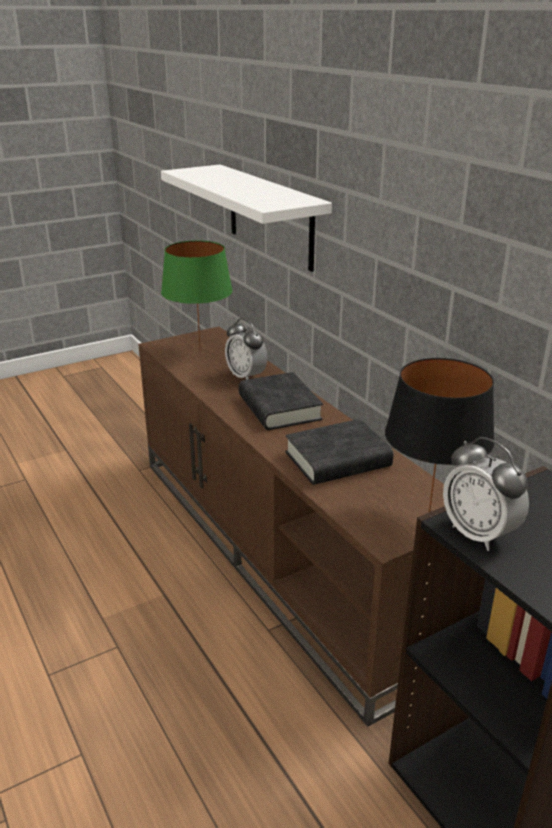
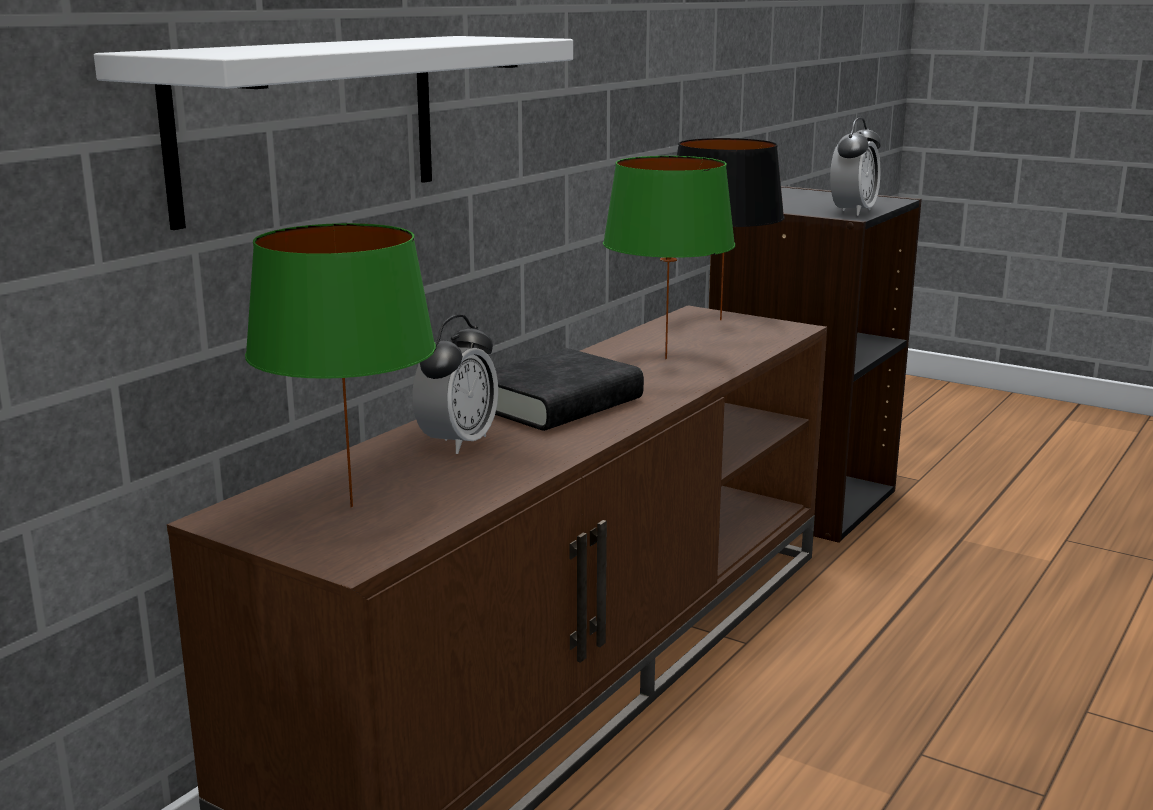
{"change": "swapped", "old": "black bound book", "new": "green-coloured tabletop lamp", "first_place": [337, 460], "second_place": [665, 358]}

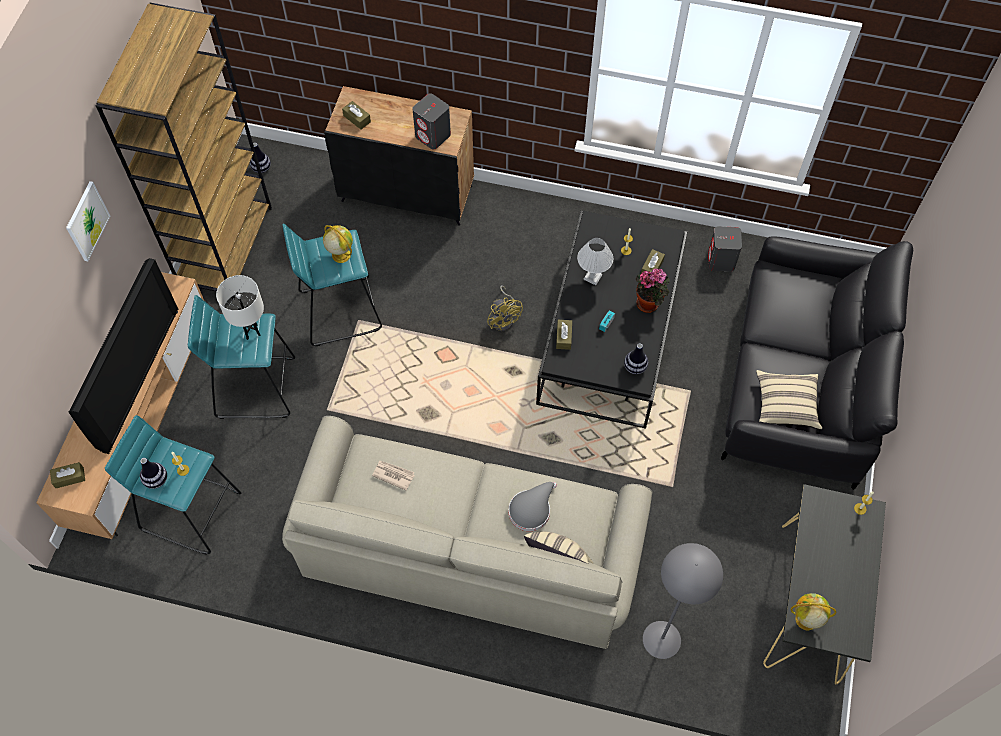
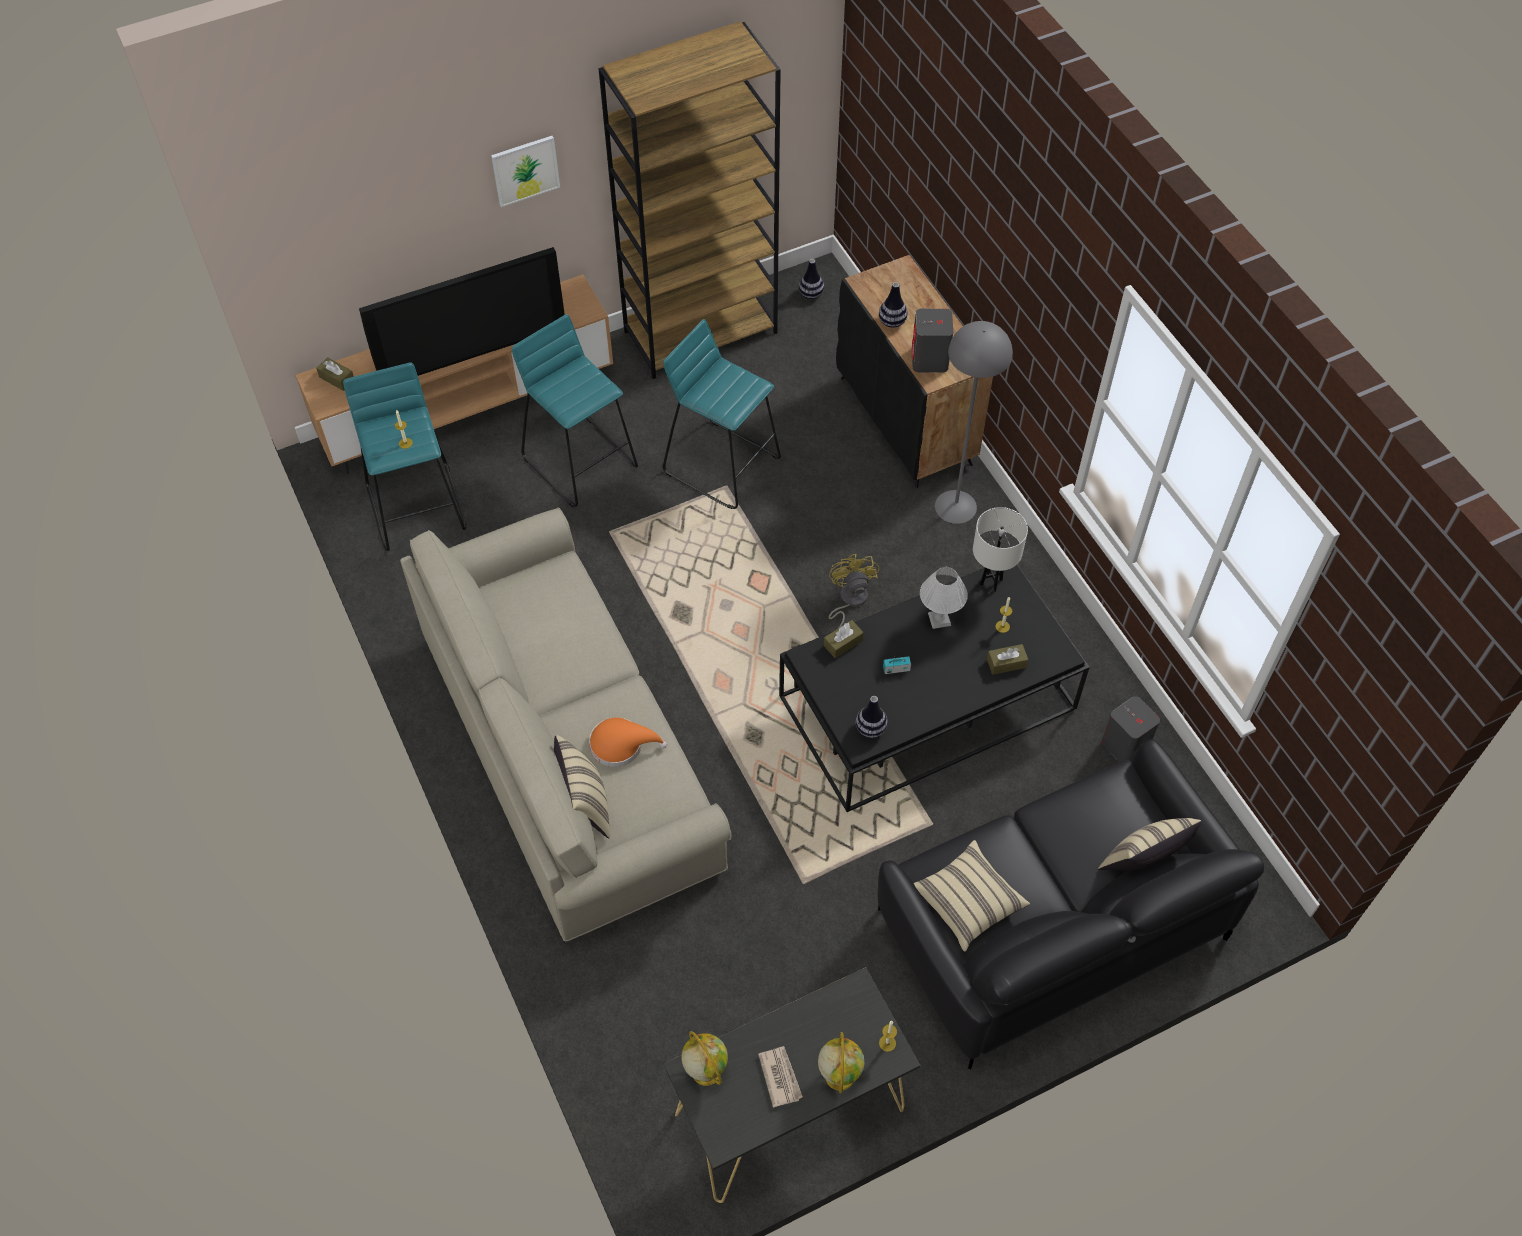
{"change": "repainted", "old": "gray wearable hat", "new": "orange wearable hat", "first_place": [531, 509], "second_place": [621, 744]}
{"change": "shifted", "old": "daily paper", "first_place": [393, 475], "second_place": [780, 1076]}
{"change": "shifted", "old": "globe", "first_place": [340, 254], "second_place": [839, 1075]}
{"change": "rotated", "old": "yellowish cooling fan", "first_place": [504, 318], "second_place": [849, 600], "degrees": 150}
{"change": "shifted", "old": "flower vase", "first_place": [156, 480], "second_place": [892, 322]}
{"change": "shifted", "old": "gray standing lamp", "first_place": [661, 640], "second_place": [955, 506]}
{"change": "shifted", "old": "white-coloured tabletop lamp", "first_place": [251, 332], "second_place": [991, 582]}
{"change": "new", "new": "beige pillow", "second_place": [1142, 863]}
{"change": "gone", "old": "brownish tissue box", "first_place": [357, 119]}
{"change": "gone", "old": "houseplant", "first_place": [649, 303]}

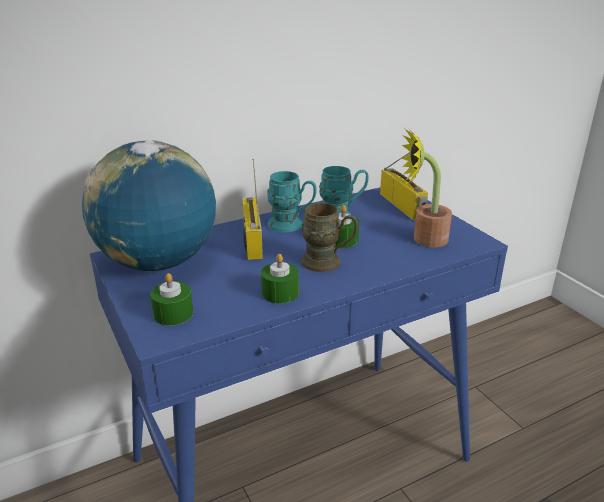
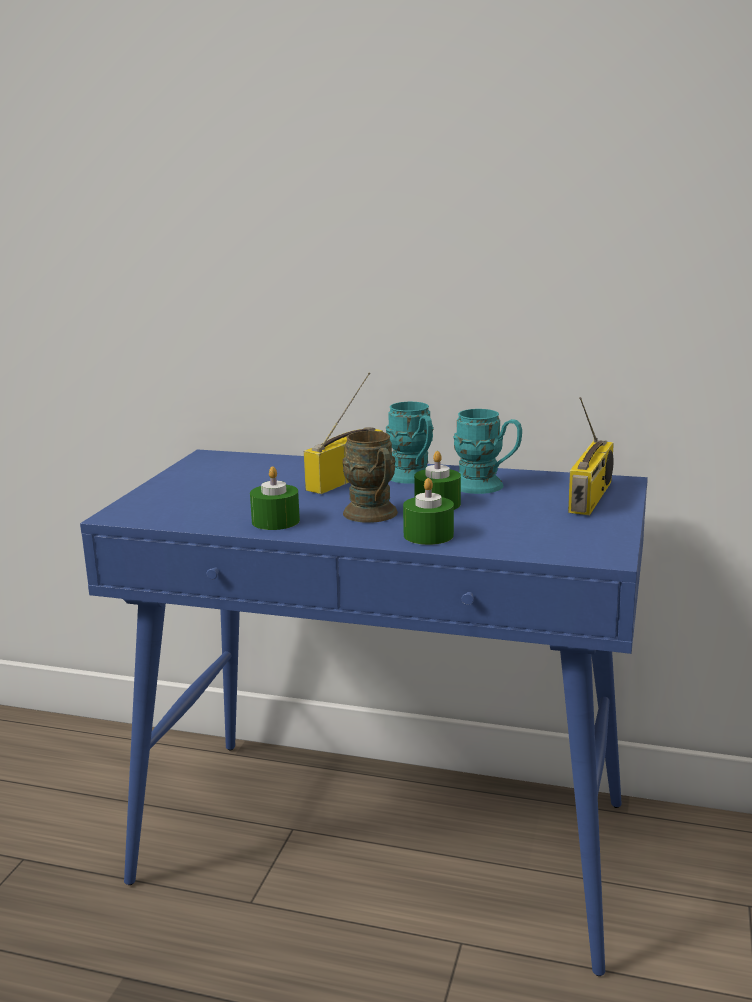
{"change": "shifted", "old": "green-coloured wax light", "first_place": [173, 313], "second_place": [428, 535]}
{"change": "gone", "old": "globe", "first_place": [158, 263]}
{"change": "gone", "old": "houseplant", "first_place": [423, 239]}

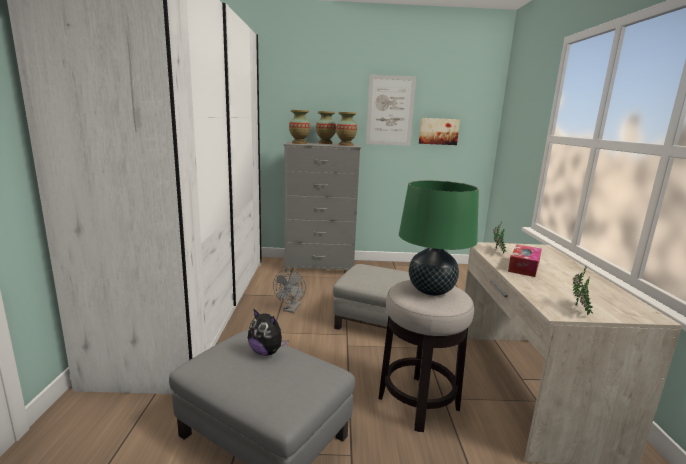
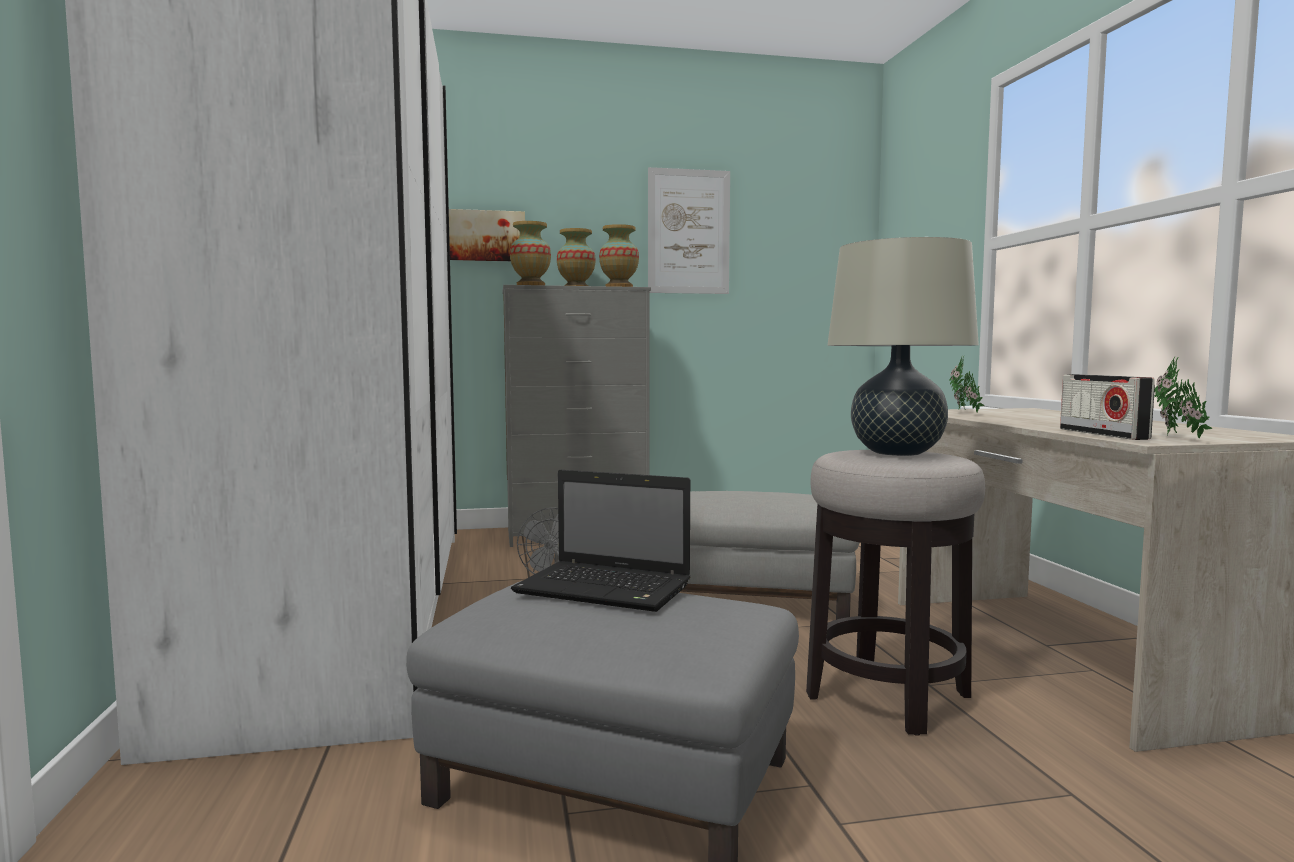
{"change": "shifted", "old": "picture", "first_place": [438, 131], "second_place": [487, 236]}
{"change": "swapped", "old": "plush toy", "new": "laptop", "first_place": [266, 352], "second_place": [607, 589]}
{"change": "repainted", "old": "green-coloured tabletop lamp", "new": "beige tabletop lamp", "first_place": [431, 290], "second_place": [897, 452]}
{"change": "new", "new": "radio receiver", "second_place": [1102, 434]}
{"change": "gone", "old": "tissue box", "first_place": [524, 267]}

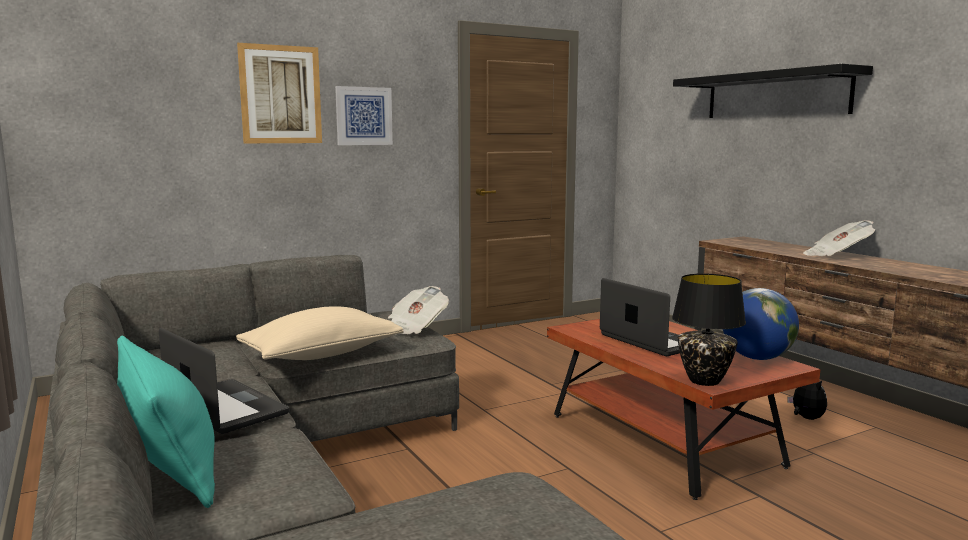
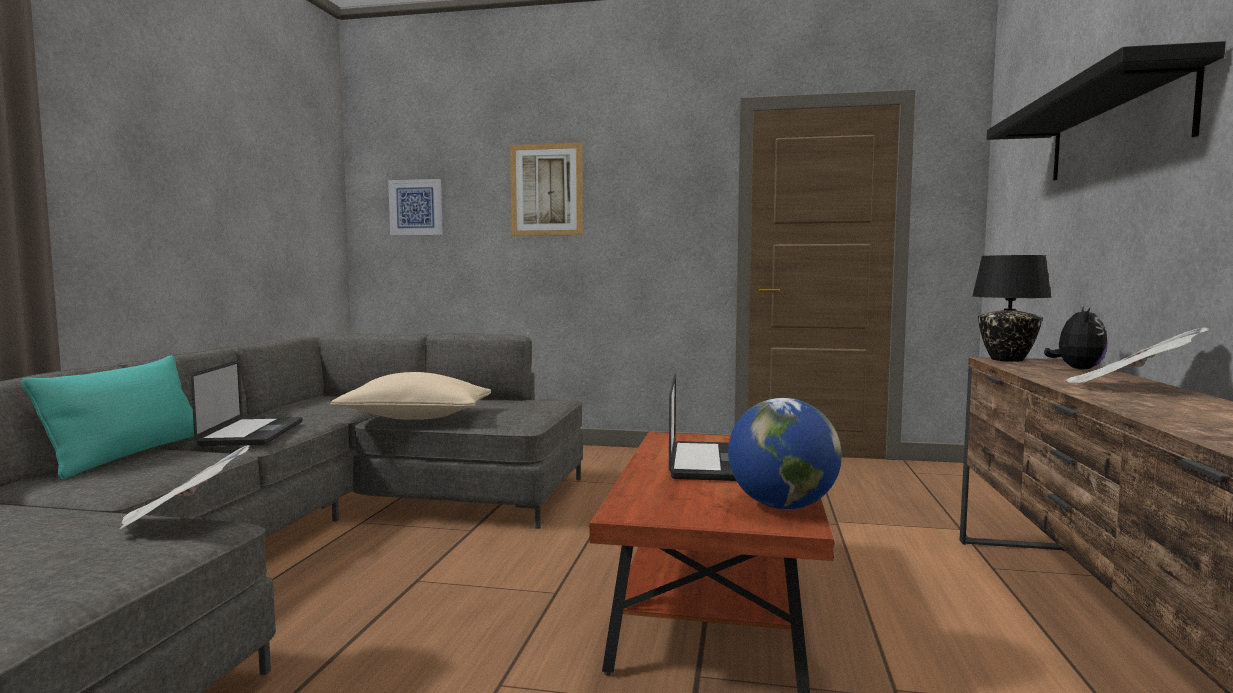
{"change": "shifted", "old": "daily paper", "first_place": [415, 328], "second_place": [183, 519]}
{"change": "shifted", "old": "picture", "first_place": [363, 116], "second_place": [416, 207]}
{"change": "shifted", "old": "black tabletop lamp", "first_place": [703, 381], "second_place": [1006, 359]}
{"change": "shifted", "old": "plush toy", "first_place": [806, 418], "second_place": [1076, 369]}

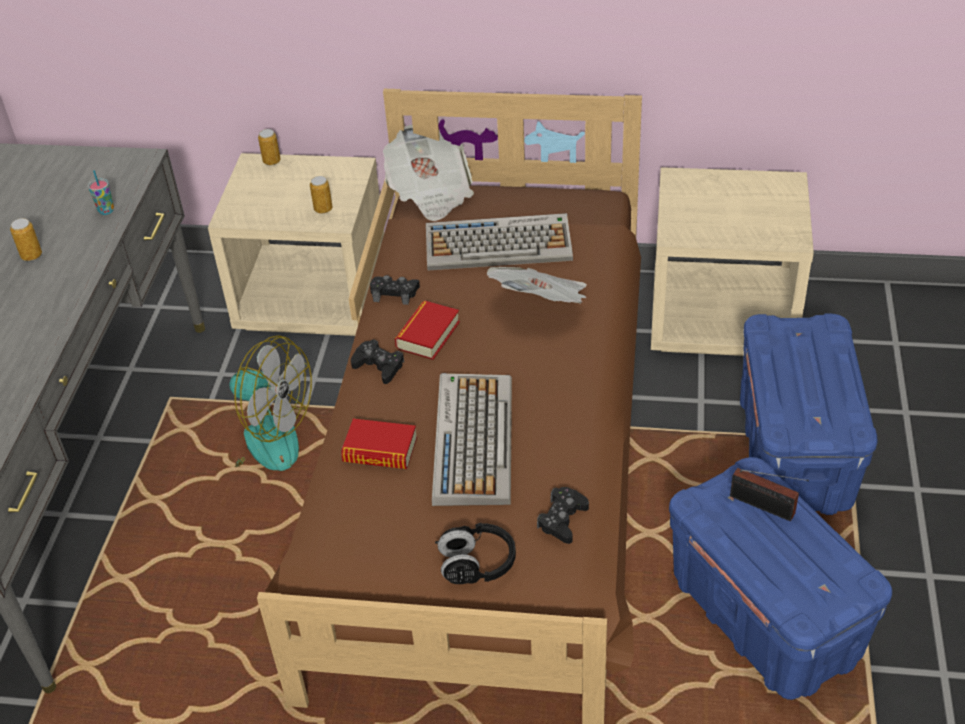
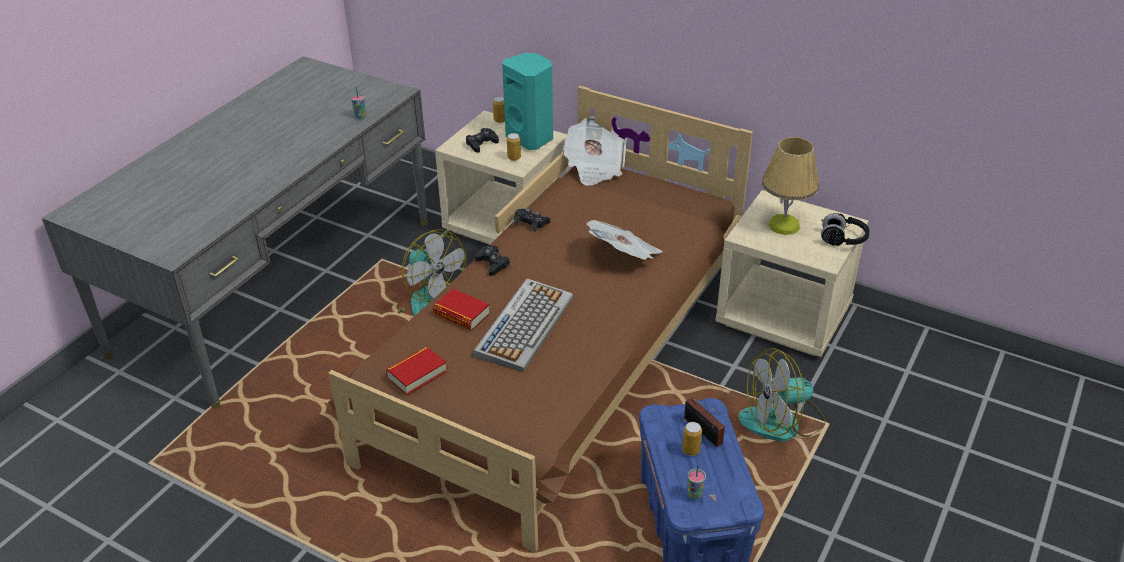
{"change": "shifted", "old": "bound book", "first_place": [428, 335], "second_place": [417, 374]}
{"change": "shifted", "old": "black game controller", "first_place": [562, 519], "second_place": [481, 143]}
{"change": "new", "new": "turquoise-coloured speaker", "second_place": [531, 138]}
{"change": "shifted", "old": "sealed can", "first_place": [31, 255], "second_place": [691, 450]}
{"change": "new", "new": "drinking cup", "second_place": [694, 495]}
{"change": "swapped", "old": "blue-coloured storage container", "new": "cooling fan", "first_place": [796, 454], "second_place": [782, 422]}
{"change": "new", "new": "tabletop lamp", "second_place": [784, 225]}
{"change": "shifted", "old": "black pair of headphones", "first_place": [477, 565], "second_place": [842, 239]}
{"change": "gone", "old": "PC keyboard", "first_place": [499, 244]}

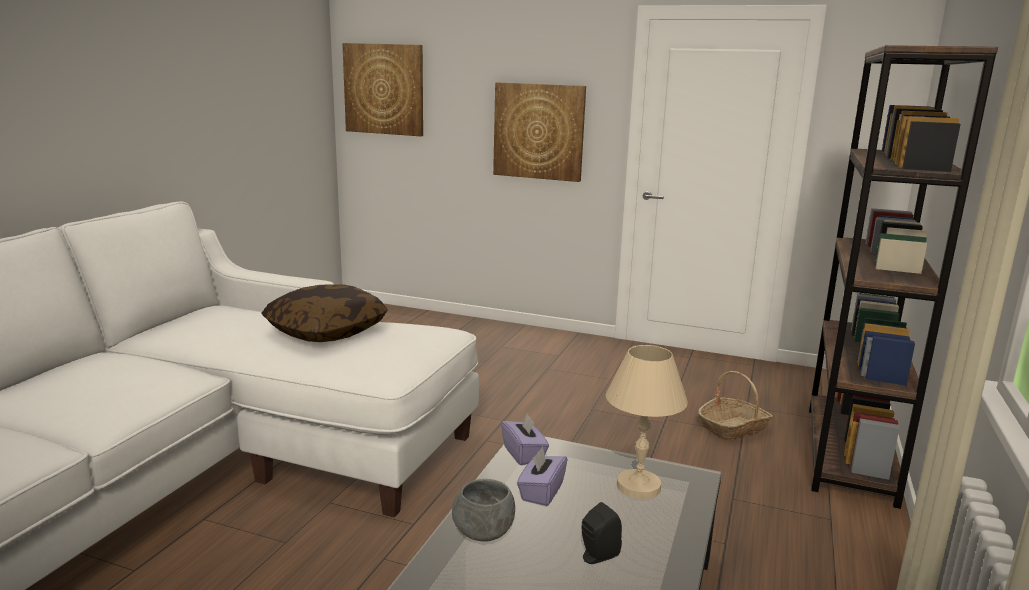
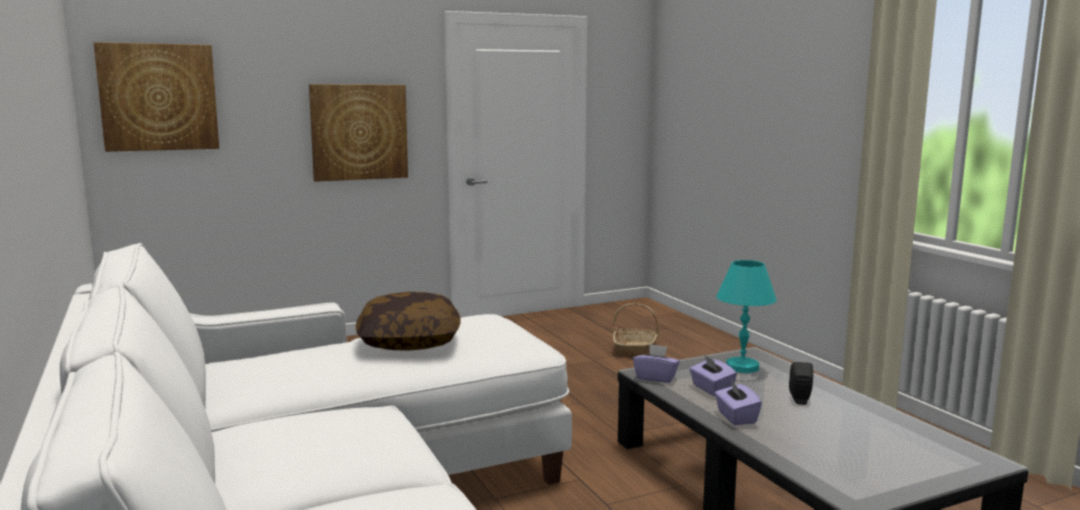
{"change": "swapped", "old": "gray bowl", "new": "purplish tissue box", "first_place": [483, 533], "second_place": [736, 417]}
{"change": "repainted", "old": "beige tabletop lamp", "new": "turquoise-coloured tabletop lamp", "first_place": [638, 487], "second_place": [742, 367]}
{"change": "gone", "old": "brownish bookcase", "first_place": [849, 453]}

